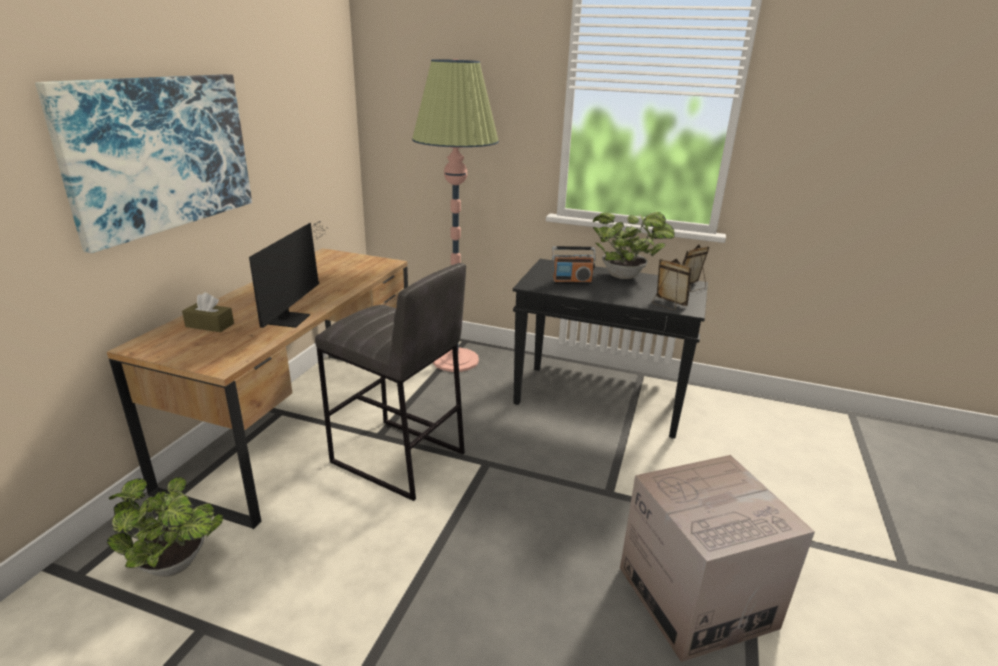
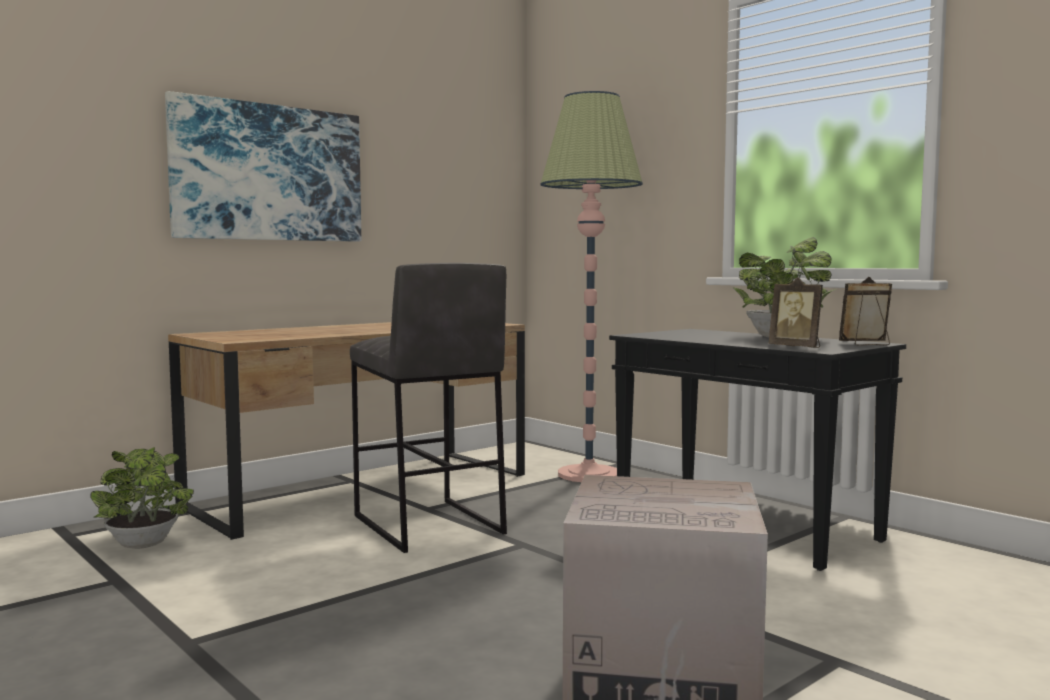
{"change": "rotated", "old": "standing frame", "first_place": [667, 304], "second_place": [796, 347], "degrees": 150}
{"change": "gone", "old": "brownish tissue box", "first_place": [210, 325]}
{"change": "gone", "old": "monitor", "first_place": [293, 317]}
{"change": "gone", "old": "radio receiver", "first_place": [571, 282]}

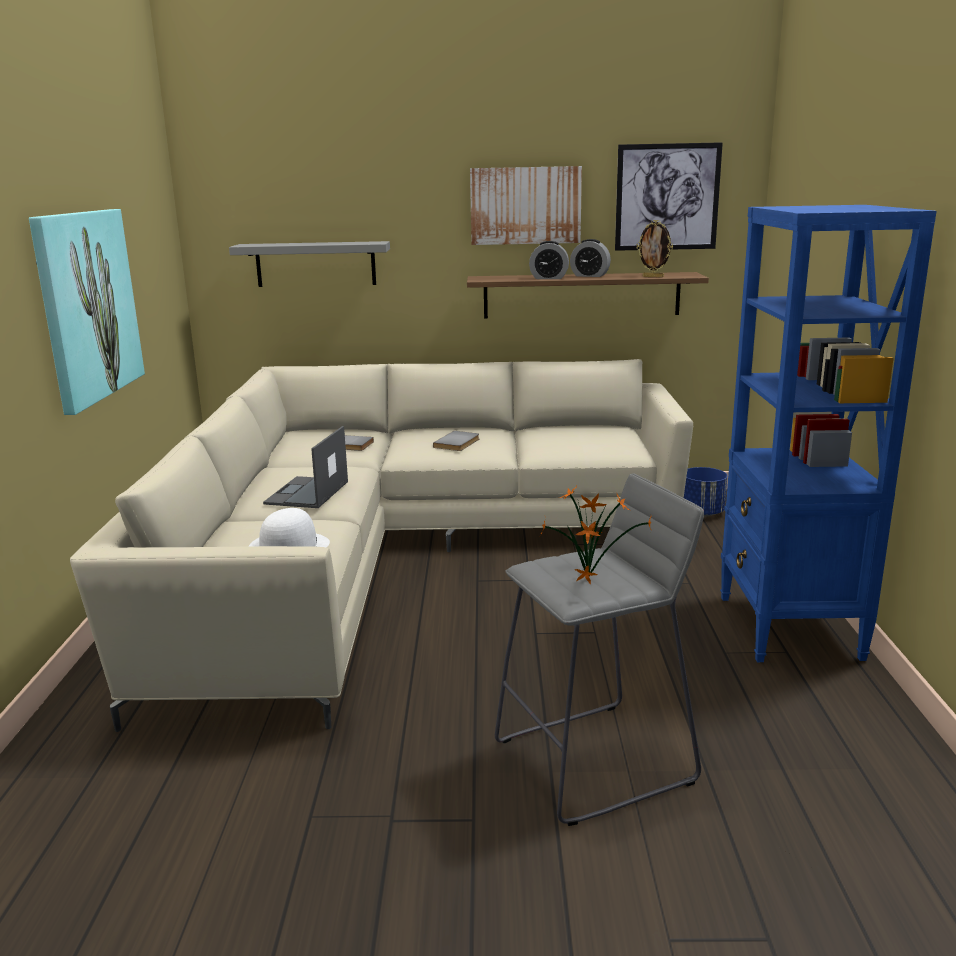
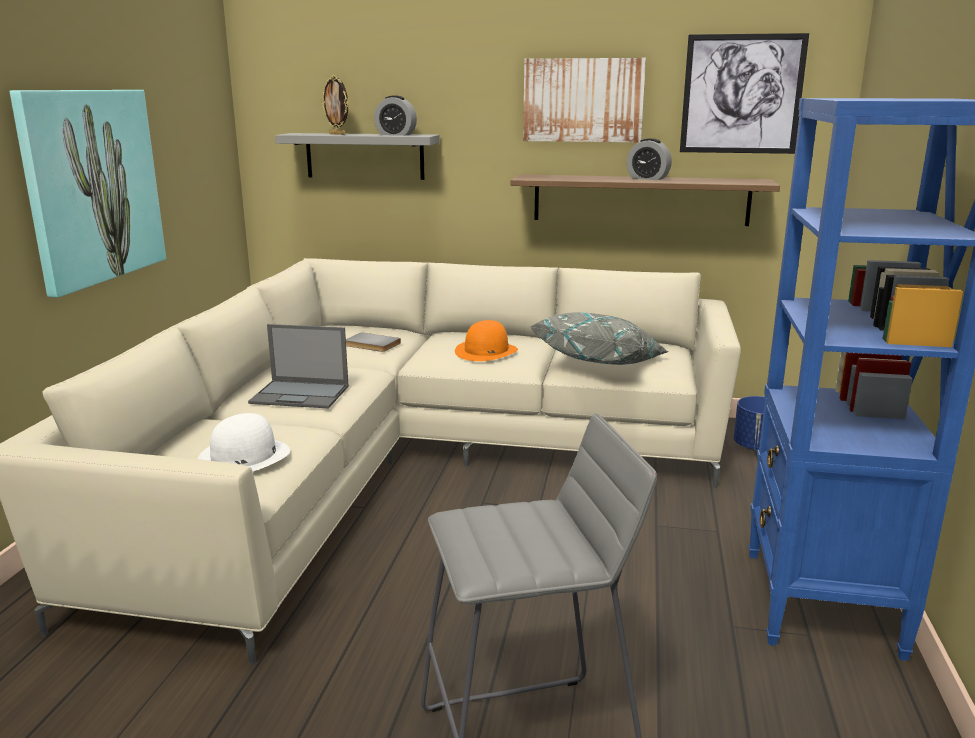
{"change": "rotated", "old": "laptop", "first_place": [307, 493], "second_place": [301, 394], "degrees": -105}
{"change": "shifted", "old": "standing frame", "first_place": [653, 277], "second_place": [337, 134]}
{"change": "shifted", "old": "bedside clock", "first_place": [549, 278], "second_place": [396, 135]}
{"change": "swapped", "old": "gray bound book", "new": "orange wearable hat", "first_place": [458, 443], "second_place": [486, 351]}
{"change": "new", "new": "gray pillow", "second_place": [600, 364]}
{"change": "gone", "old": "houseplant", "first_place": [589, 577]}

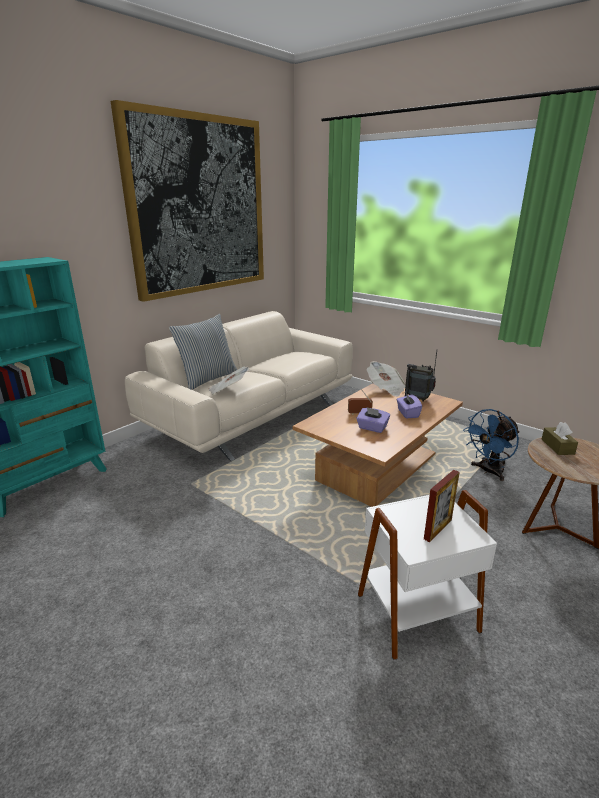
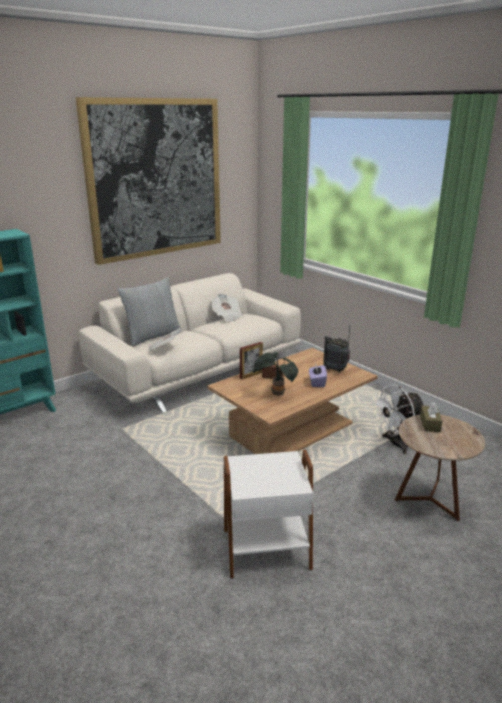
{"change": "shifted", "old": "daily paper", "first_place": [386, 389], "second_place": [227, 316]}
{"change": "shifted", "old": "standing frame", "first_place": [438, 529], "second_place": [251, 375]}
{"change": "swapped", "old": "purplish tissue box", "new": "houseplant", "first_place": [372, 428], "second_place": [276, 393]}
{"change": "repainted", "old": "blue-coloured cooling fan", "new": "white-coloured cooling fan", "first_place": [488, 471], "second_place": [395, 444]}

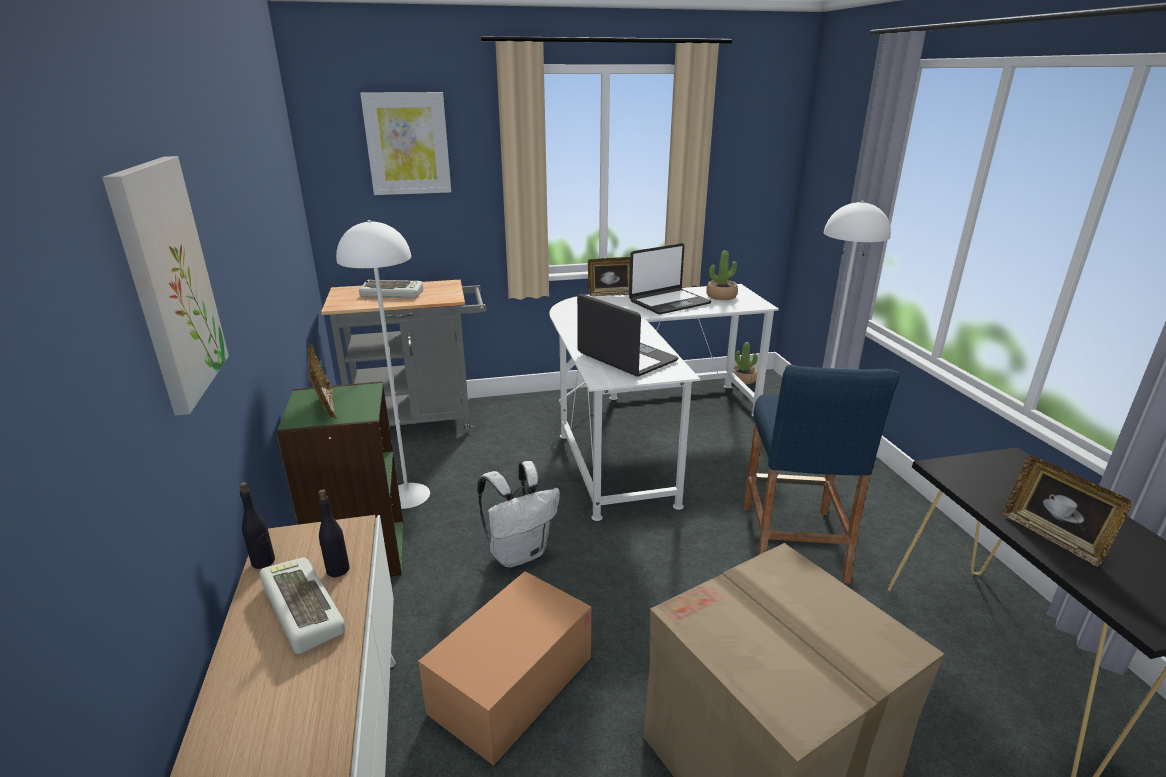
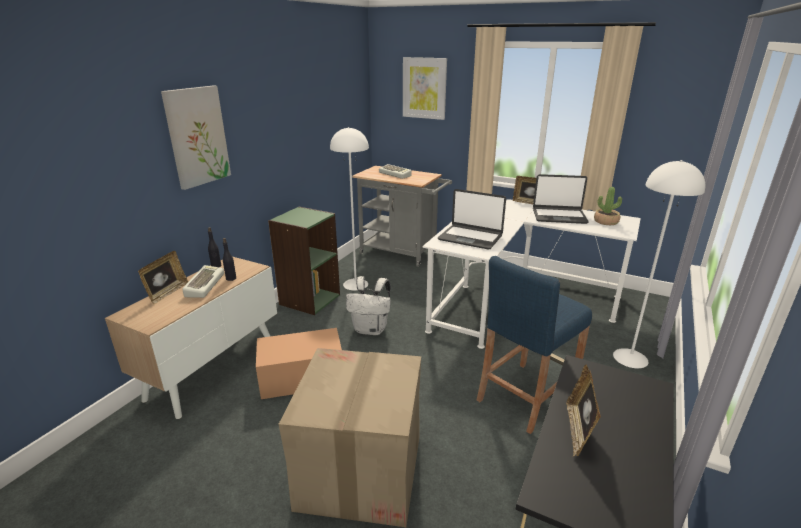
{"change": "shifted", "old": "standing frame", "first_place": [325, 406], "second_place": [167, 293]}
{"change": "rotated", "old": "laptop", "first_place": [626, 358], "second_place": [470, 237], "degrees": 120}
{"change": "gone", "old": "houseplant", "first_place": [743, 379]}

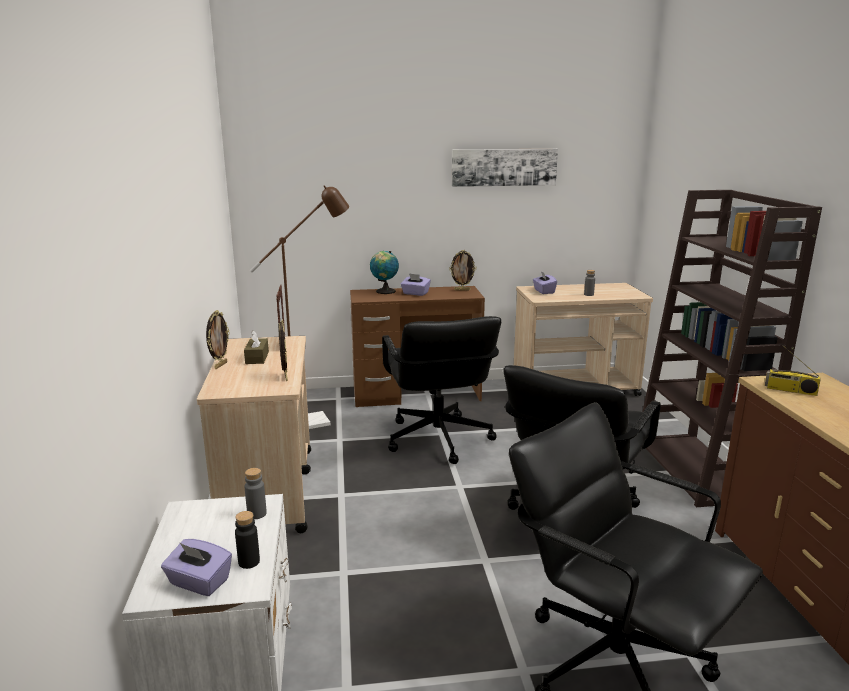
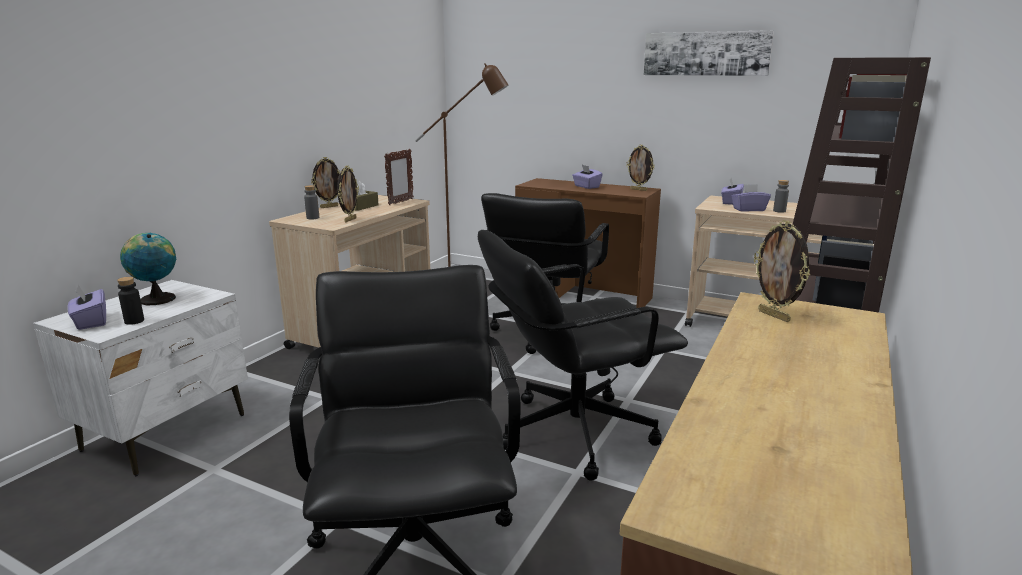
{"change": "shifted", "old": "globe", "first_place": [384, 291], "second_place": [156, 299]}
{"change": "shifted", "old": "gray drink bottle", "first_place": [257, 514], "second_place": [313, 218]}
{"change": "new", "new": "purplish tissue box", "second_place": [748, 209]}
{"change": "swapped", "old": "radio receiver", "new": "standing frame", "first_place": [790, 390], "second_place": [774, 316]}

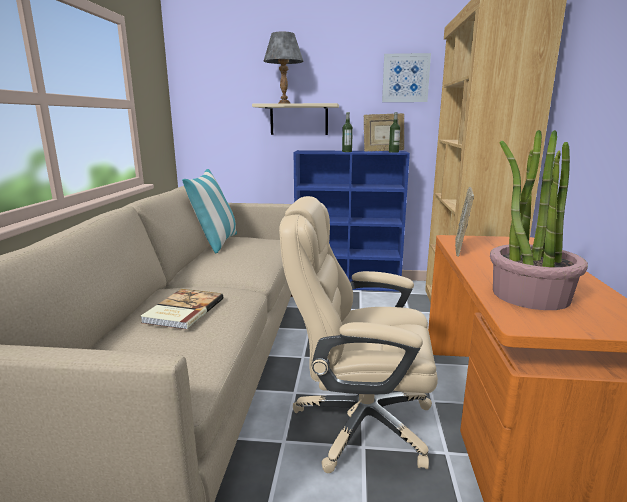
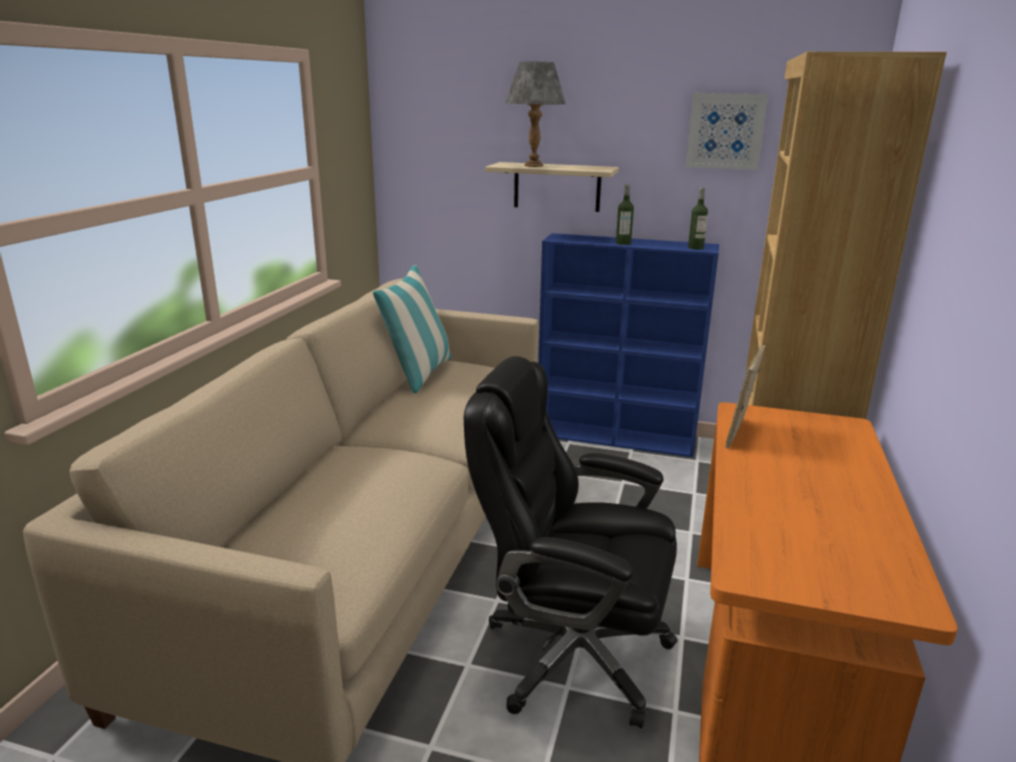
{"change": "repainted", "old": "beige office chair", "new": "black office chair", "first_place": [360, 423], "second_place": [572, 654]}
{"change": "gone", "old": "bound book", "first_place": [182, 310]}
{"change": "gone", "old": "standing frame", "first_place": [383, 151]}
{"change": "gone", "old": "houseplant", "first_place": [529, 295]}

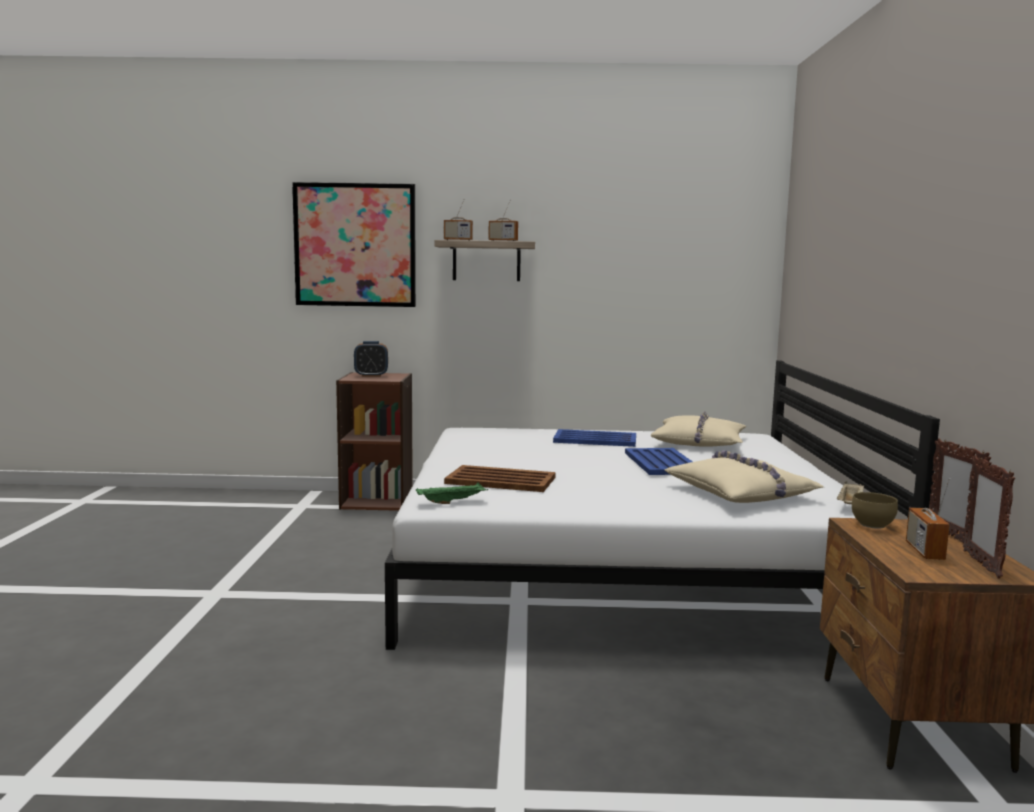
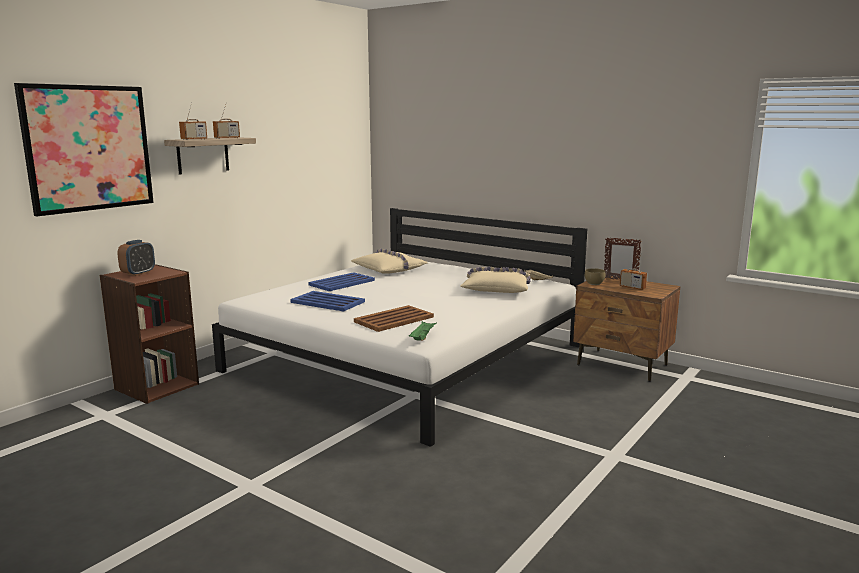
{"change": "shifted", "old": "blue-coloured tray", "first_place": [661, 462], "second_place": [327, 302]}
{"change": "gone", "old": "standing frame", "first_place": [981, 564]}

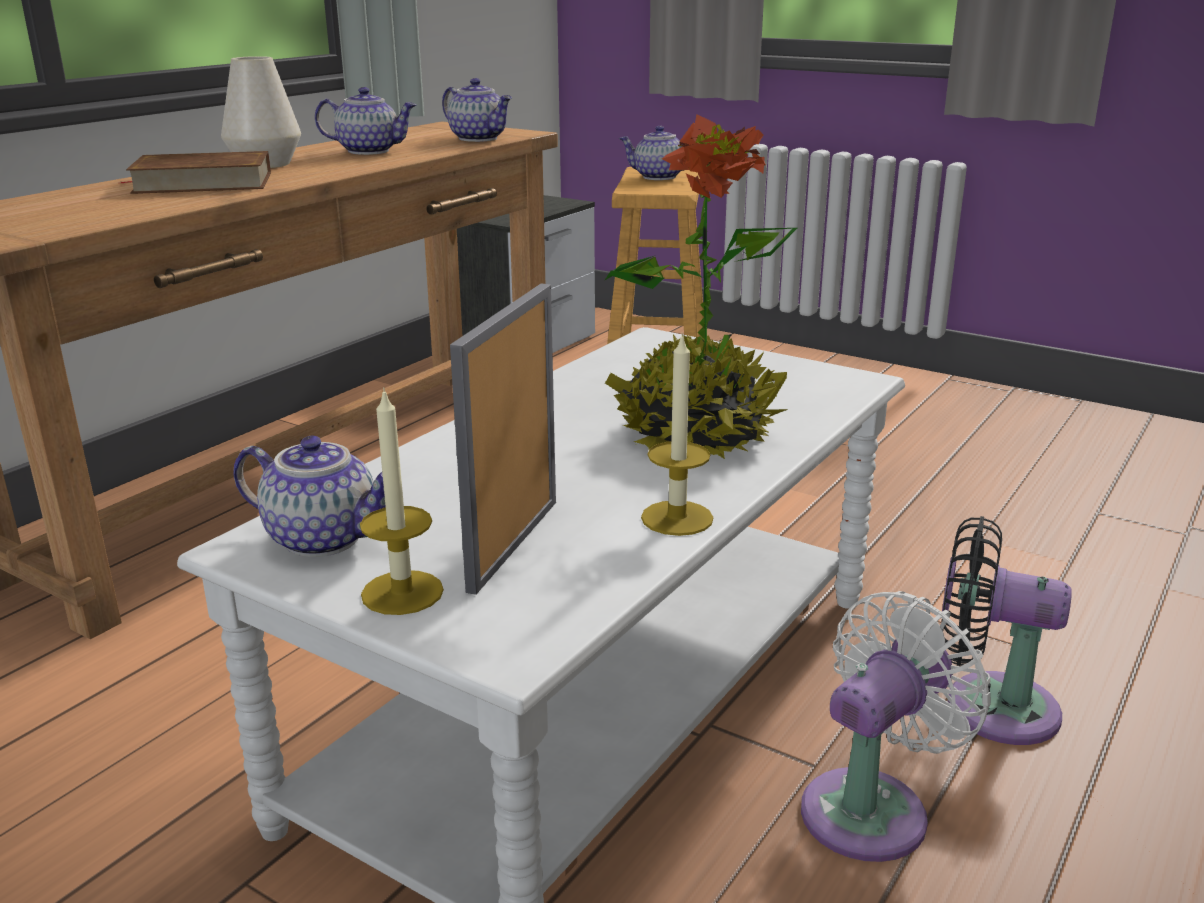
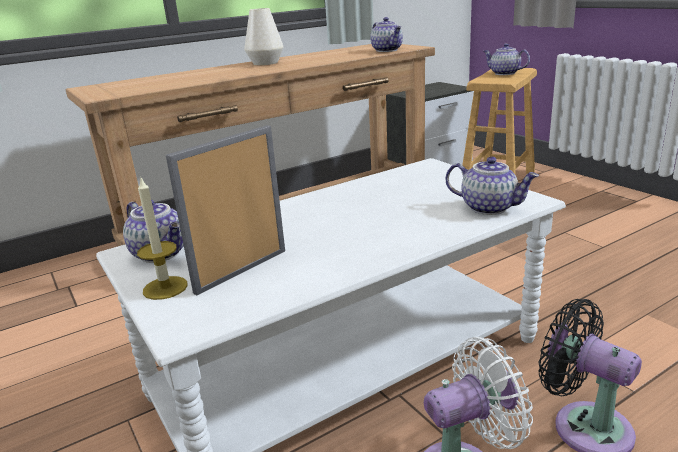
{"change": "shifted", "old": "teapot", "first_place": [370, 151], "second_place": [489, 207]}
{"change": "gone", "old": "brownish bound book", "first_place": [202, 183]}
{"change": "gone", "old": "houseplant", "first_place": [696, 434]}
{"change": "gone", "old": "wax light", "first_place": [677, 518]}

